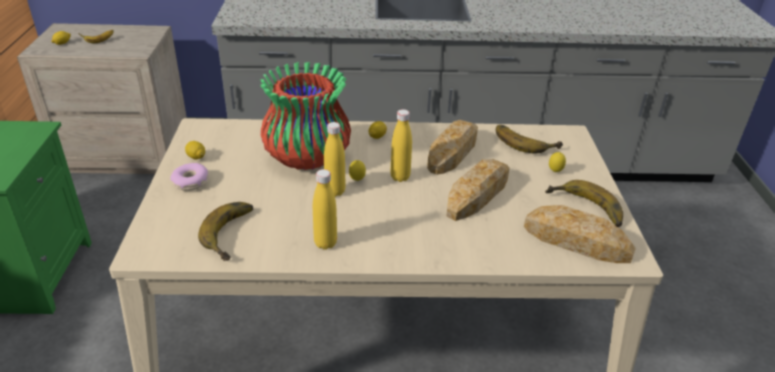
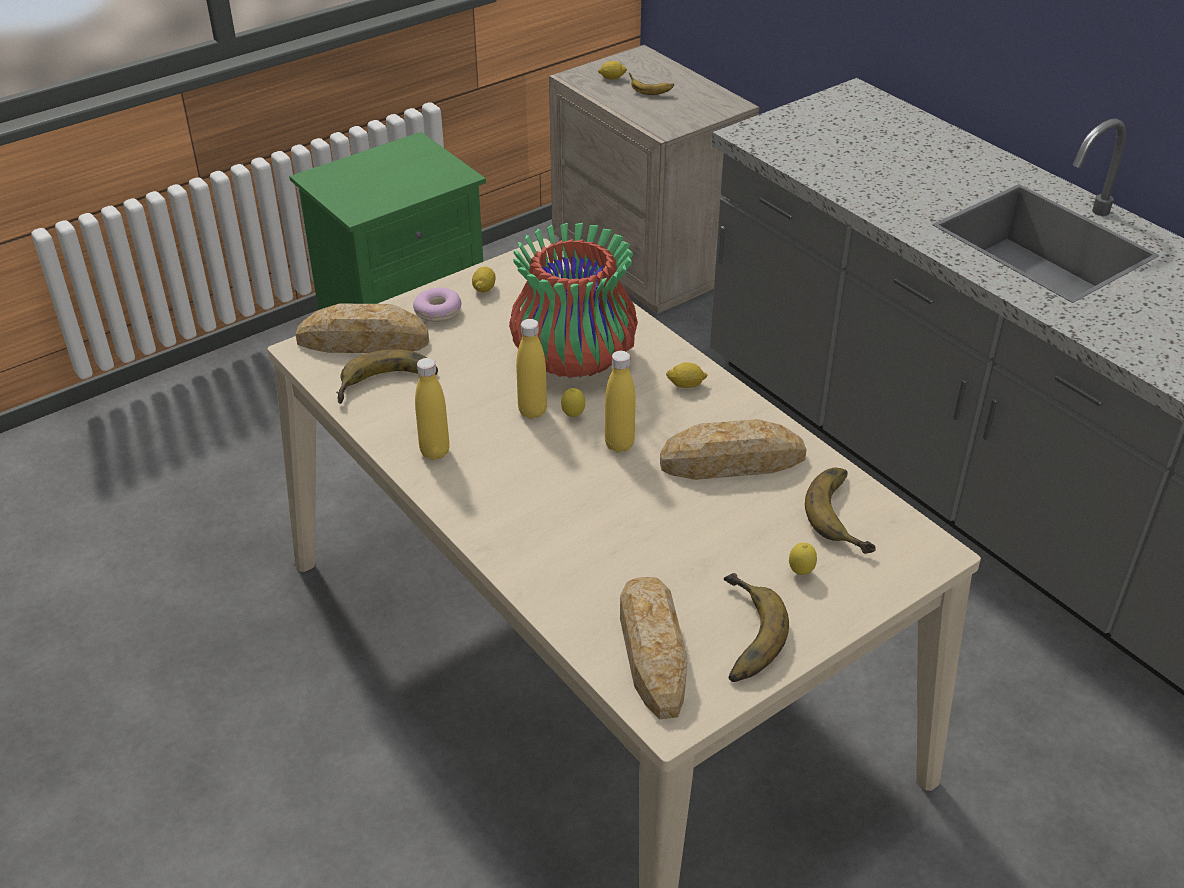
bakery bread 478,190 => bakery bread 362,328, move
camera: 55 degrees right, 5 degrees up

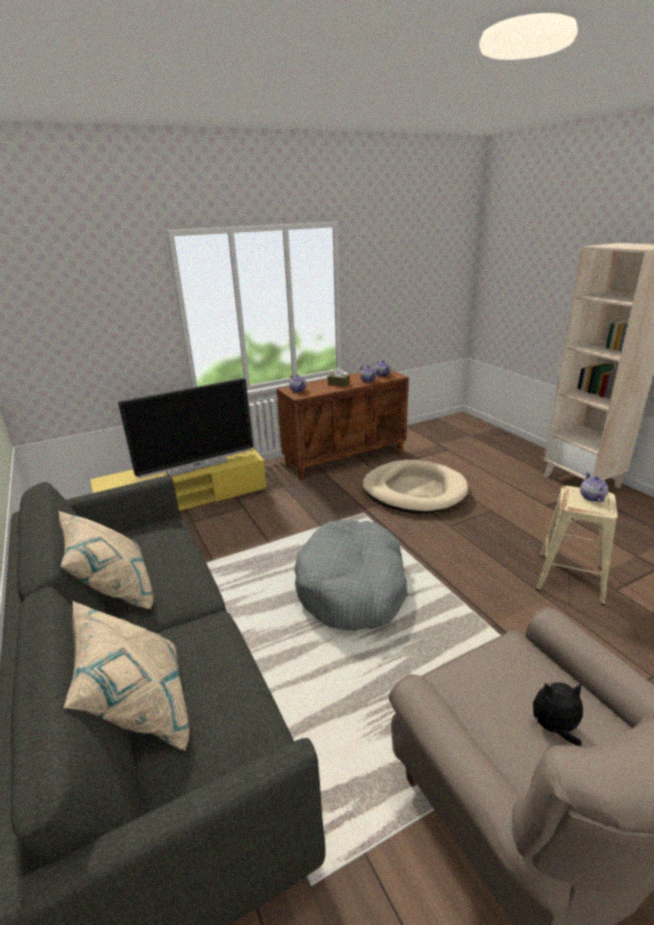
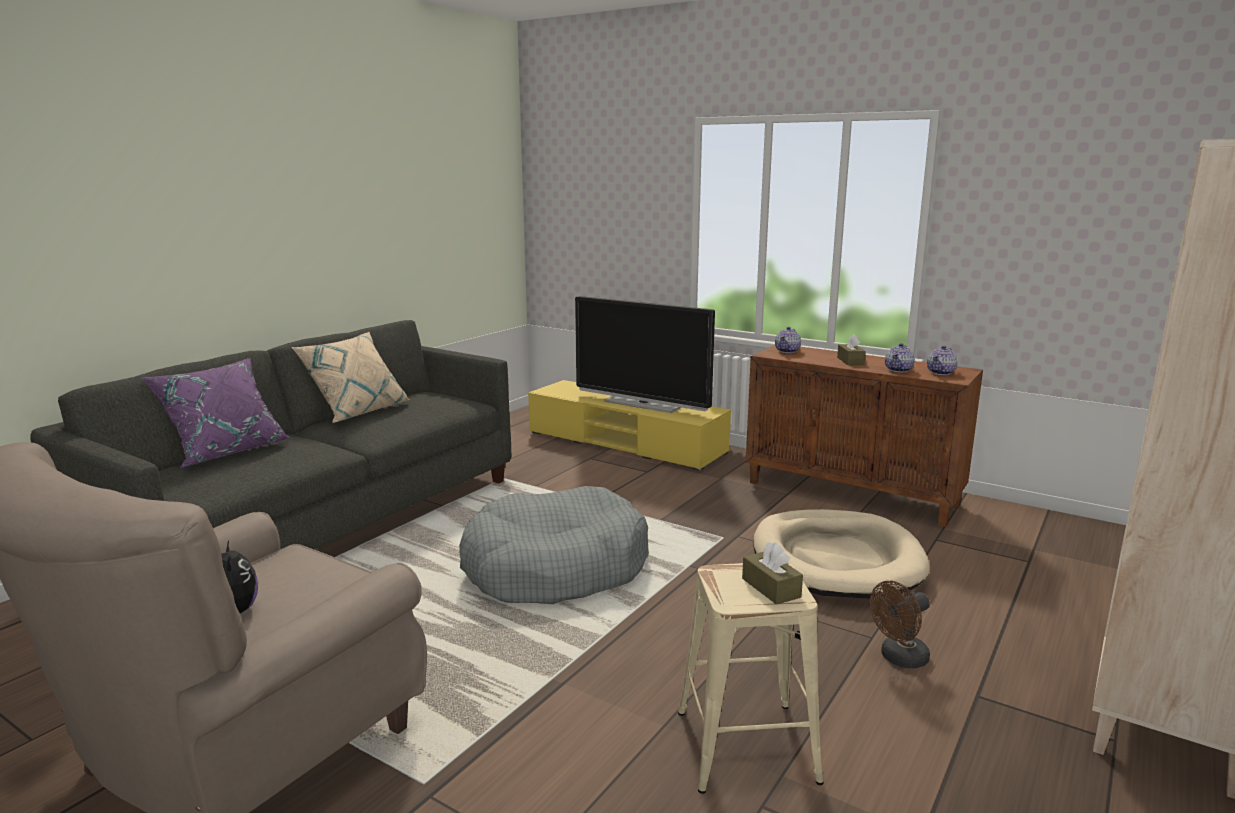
pillow in sand-coloured 127,676 => pillow in purple 216,413
tea pot 594,487 => tissue box in brown-coloured 772,573
nothing => cooling fan in brown-coloured 900,624
camera: 60 degrees right, 10 degrees down

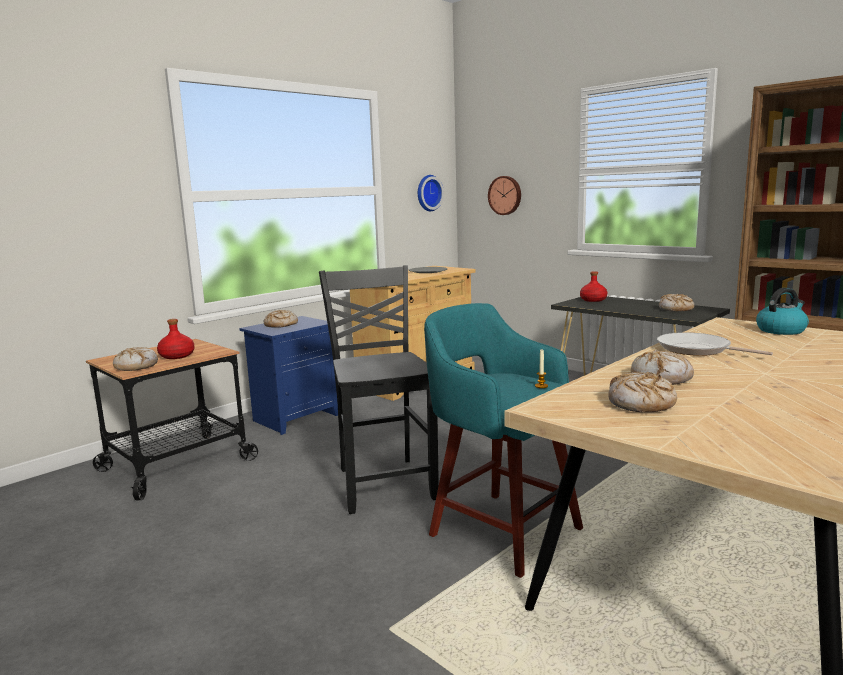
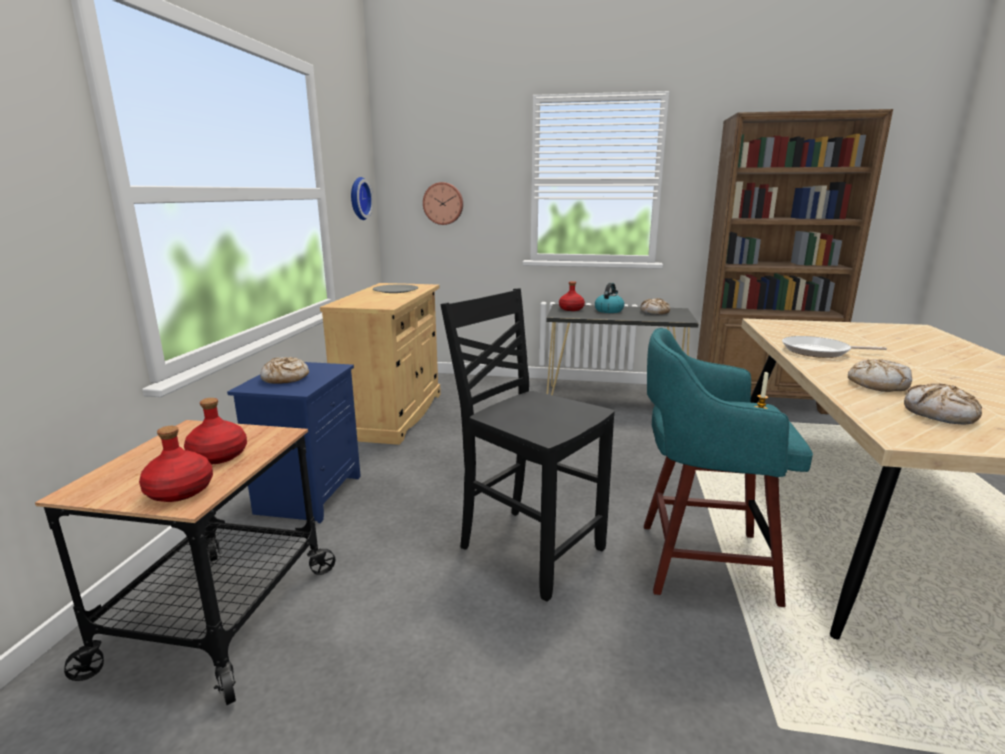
bakery bread 135,359 => beverage bottle in red-coloured 176,464
tea kettle 782,311 => tea kettle 610,298, move
camera: 35 degrees left, 5 degrees up

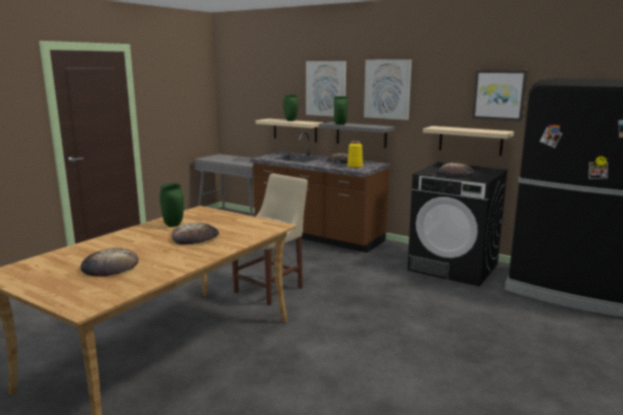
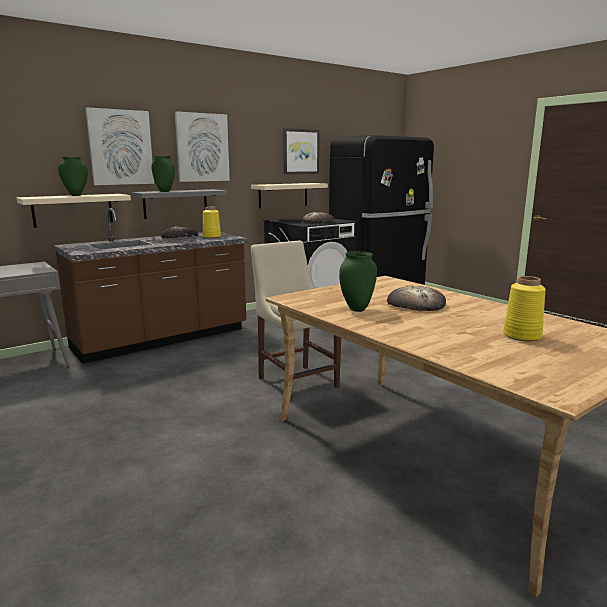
bakery bread 109,262 => decorative vase in yellowish 524,308
camera: 70 degrees left, 0 degrees up

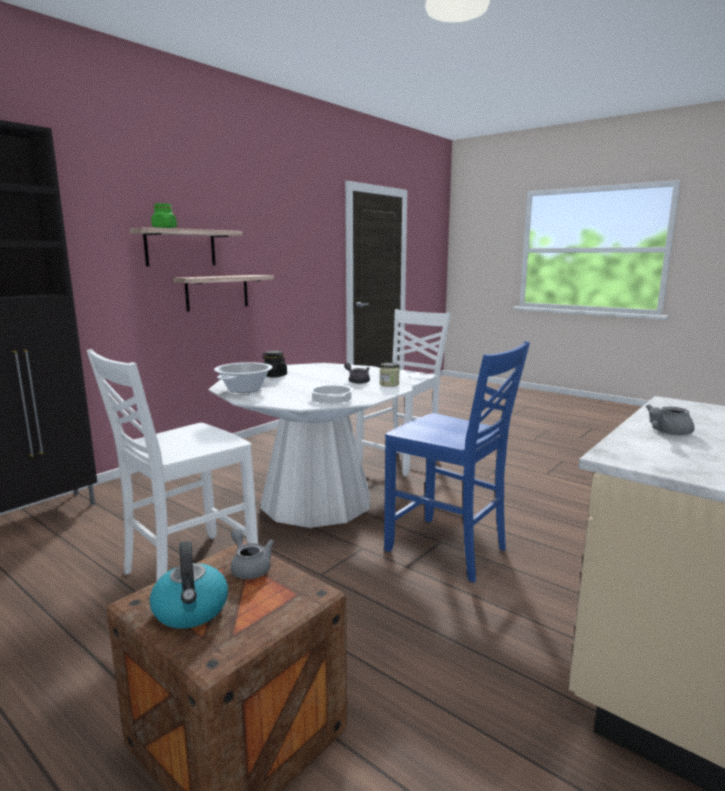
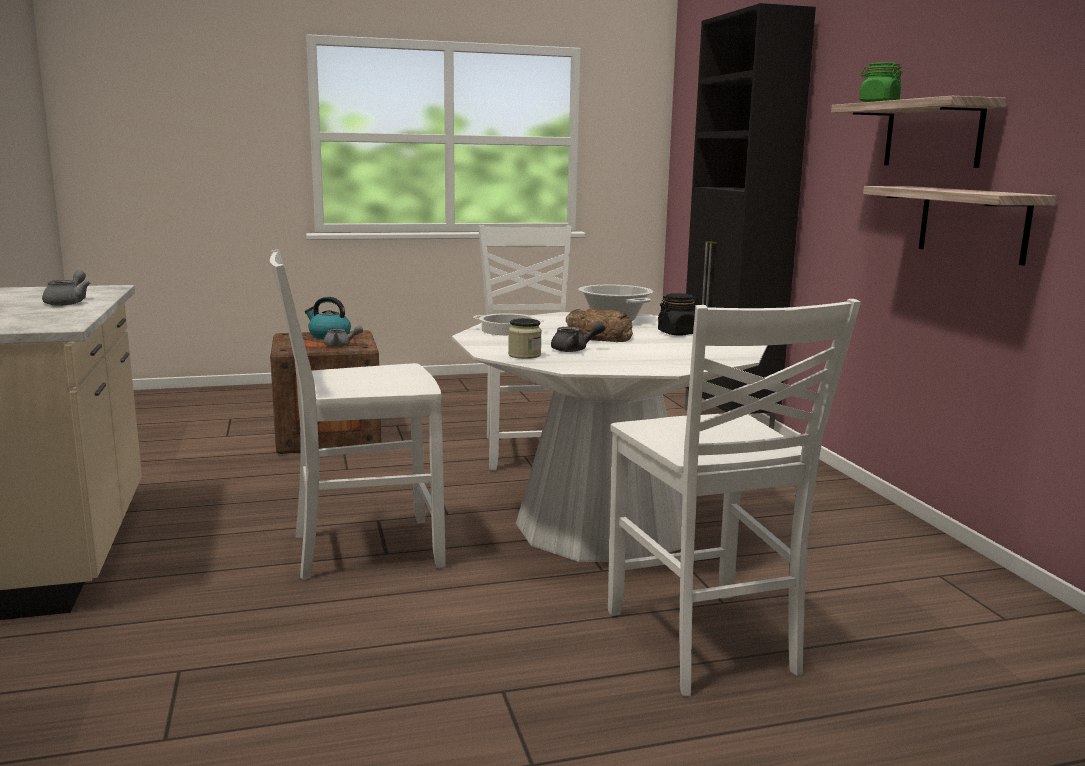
upright chair in bluish 457,461 => upright chair in white 358,414
nothing => bakery bread 599,325
camera: 125 degrees right, 0 degrees up

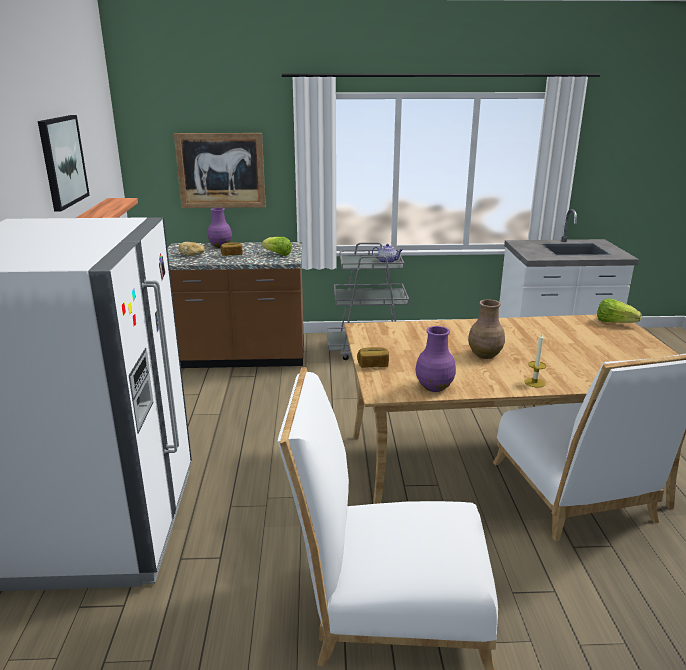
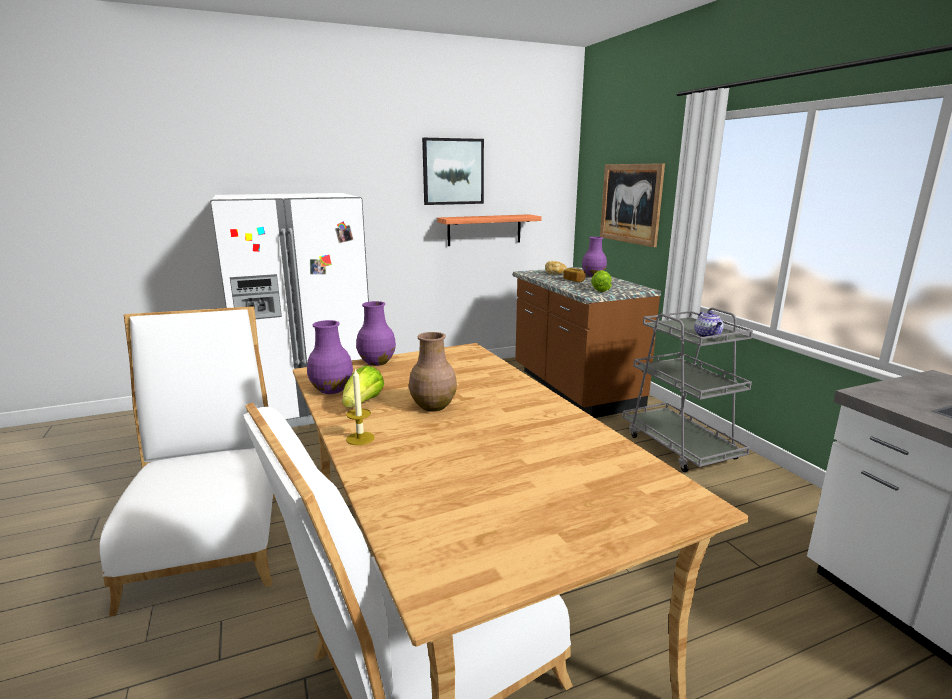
lettuce 619,310 => lettuce 363,387, move
bakery bread 373,357 => decorative vase in purple 376,333
camera: 70 degrees right, 5 degrees down

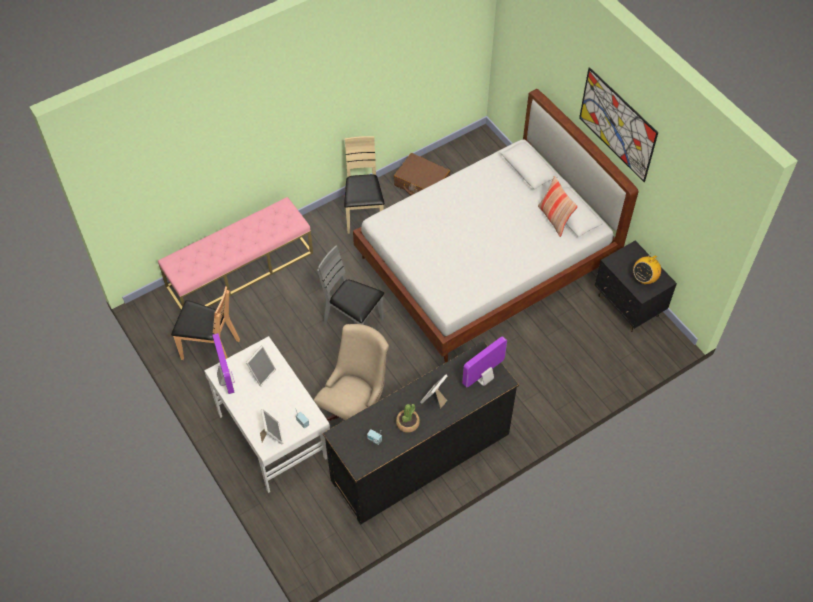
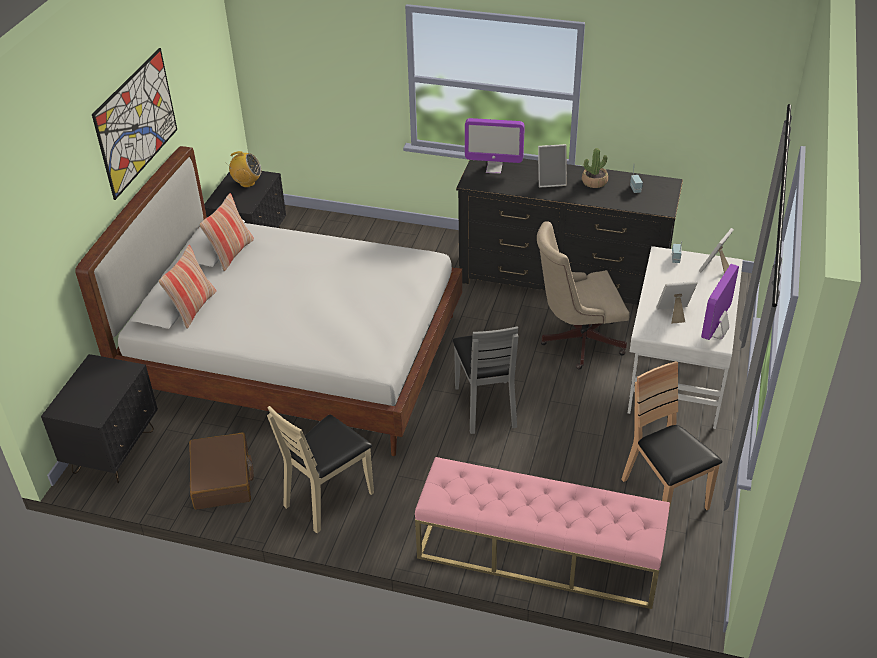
nothing => night table in black-coloured 99,418
nothing => pillow 187,287
camera: 130 degrees left, 15 degrees down

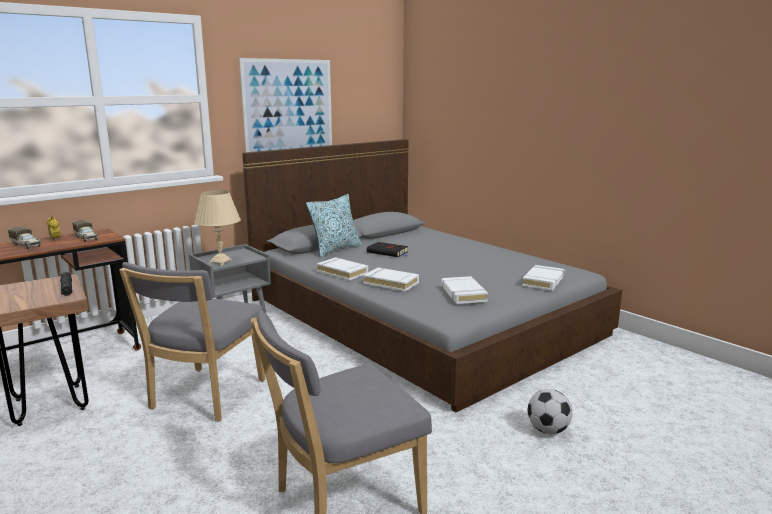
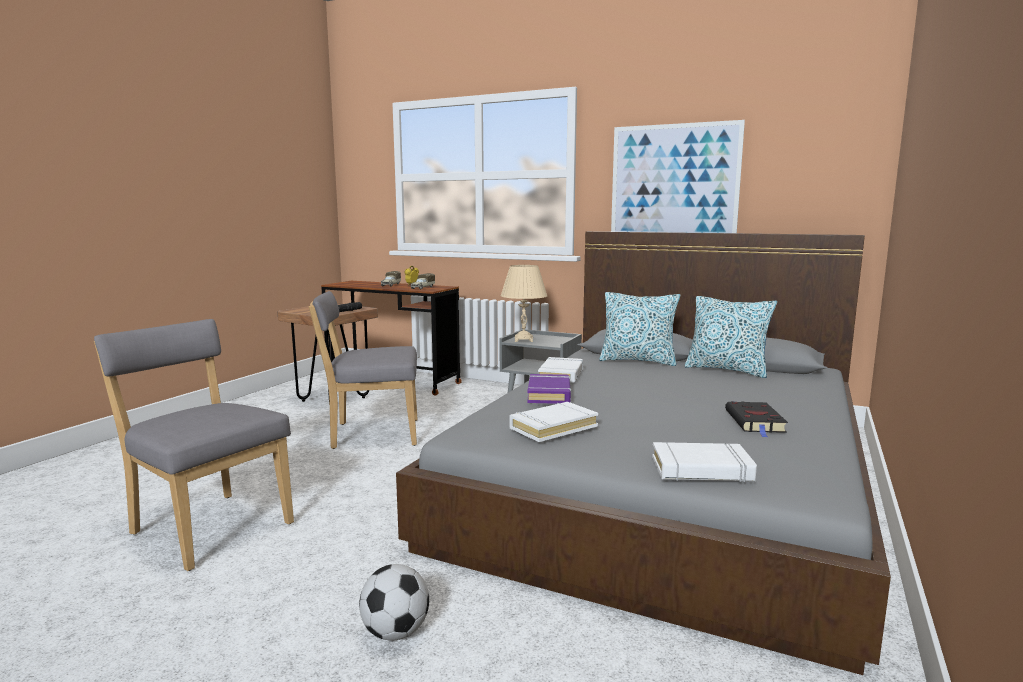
volume in white 391,280 => volume in purple 549,389
nothing => pillow 731,337
volume in black-coloured 387,249 => volume in black-coloured 756,419, move
camera: 65 degrees right, 5 degrees down

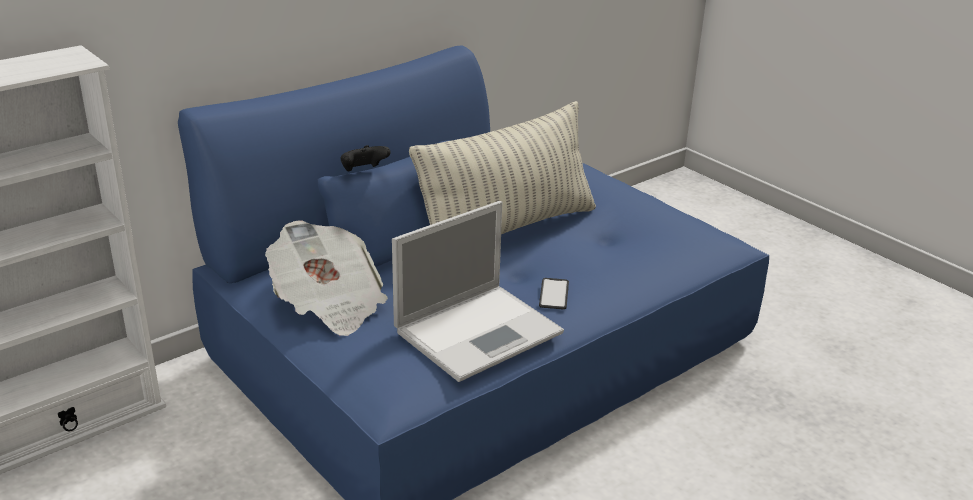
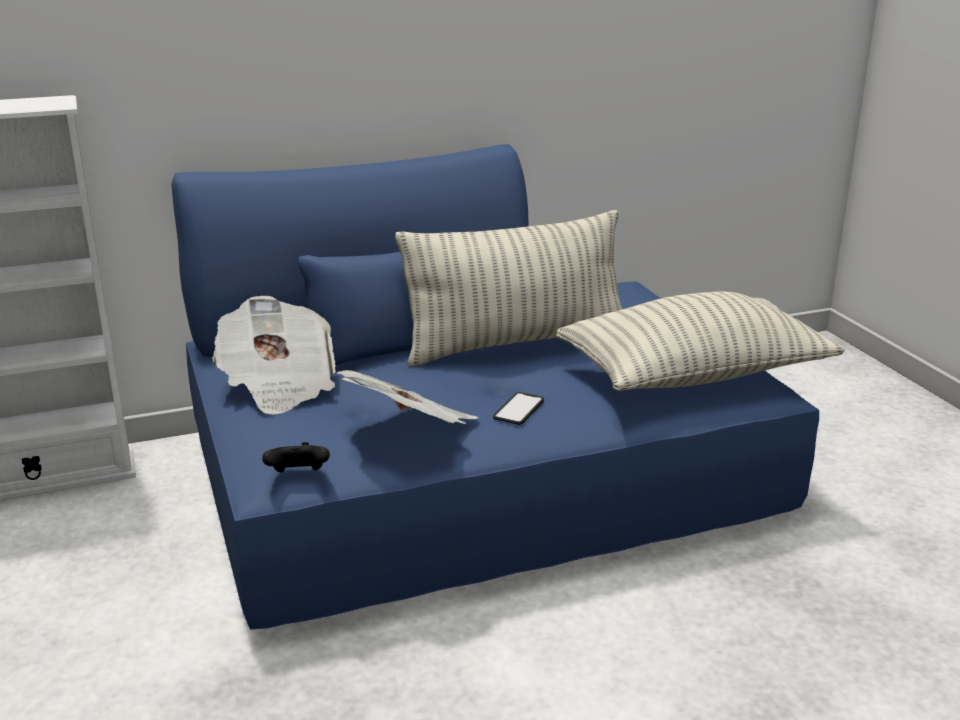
gamepad in black-coloured 365,158 => gamepad in black-coloured 296,457, move
notebook computer 478,291 => newspaper 408,397
nothing => pillow 700,341
camera: 20 degrees right, 5 degrees down

